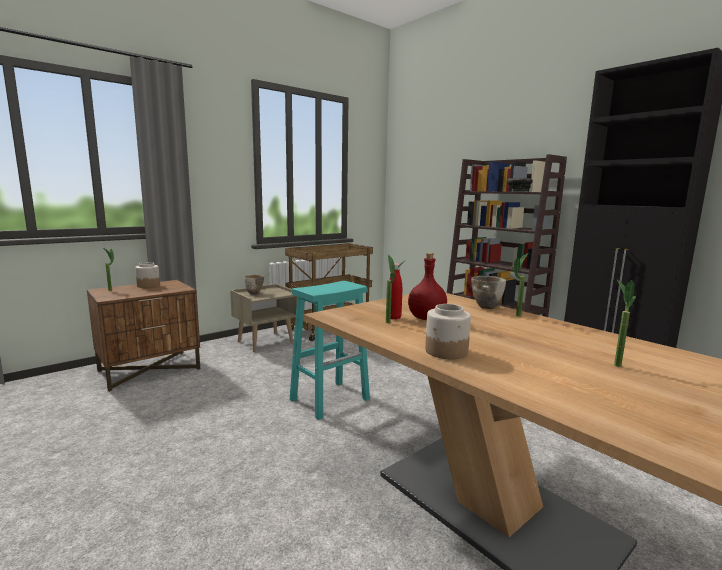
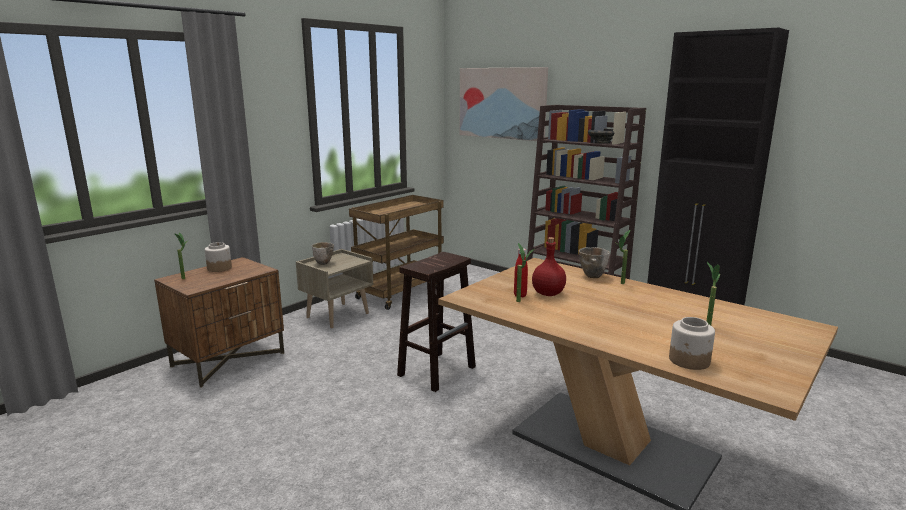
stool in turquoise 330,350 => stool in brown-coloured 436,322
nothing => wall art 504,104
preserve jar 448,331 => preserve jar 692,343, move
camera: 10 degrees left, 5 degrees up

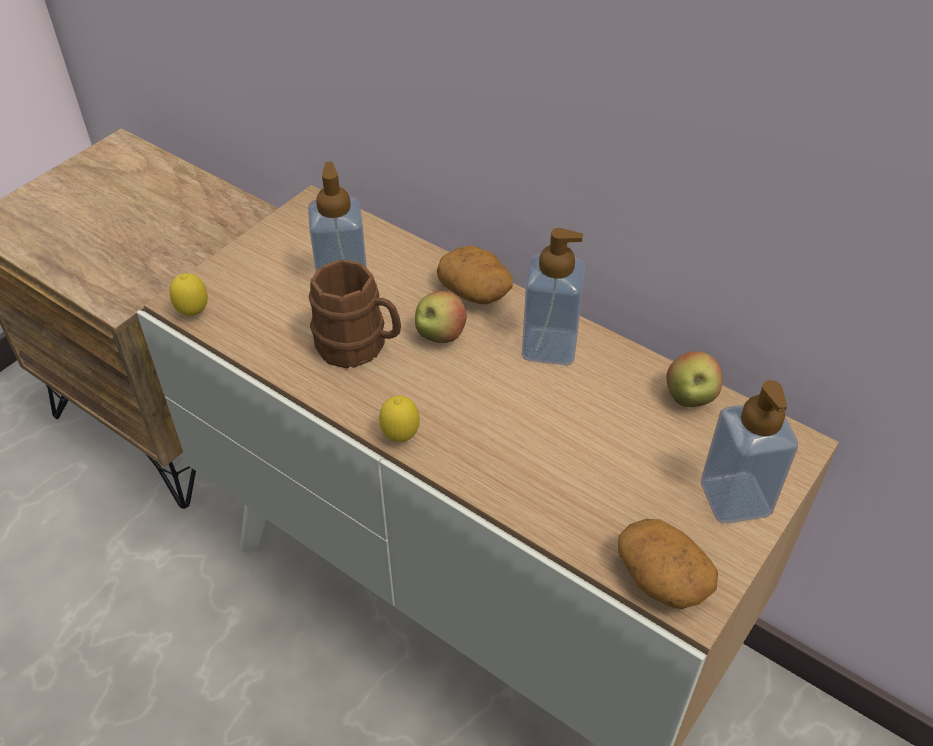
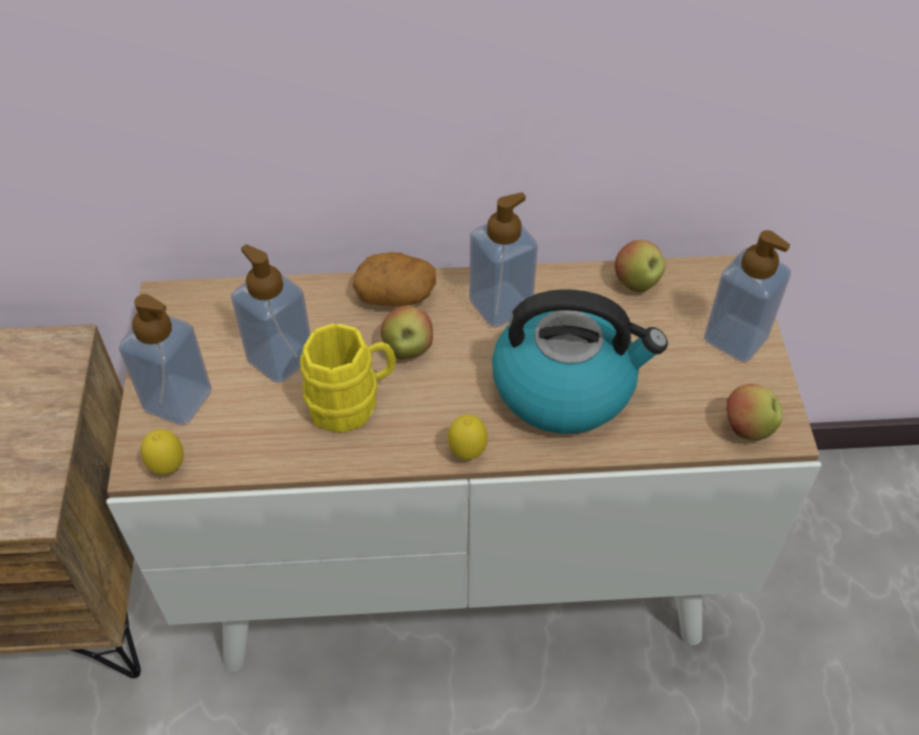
nothing => liquid soap bottle 165,359
coffee mug in brown-coloured 355,313 => coffee mug in yellowish 348,378
nothing => tea kettle 580,361
whole potato 668,564 => whole apple 754,412
camera: 40 degrees left, 5 degrees up

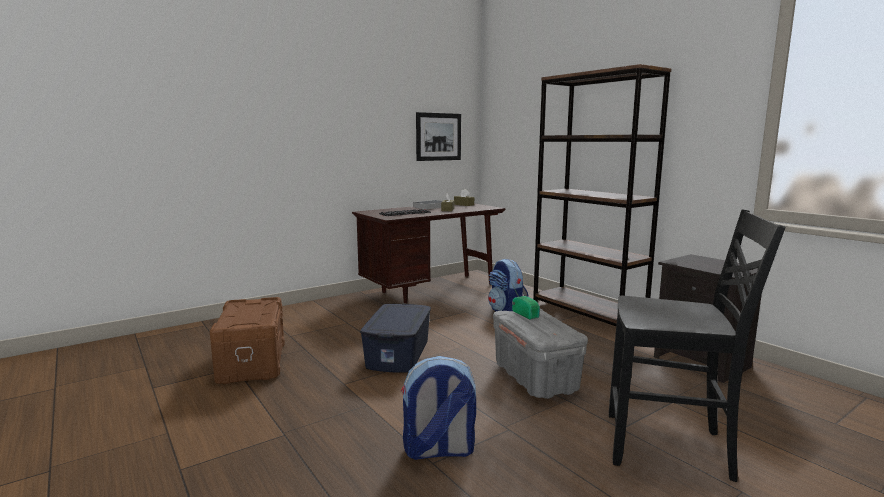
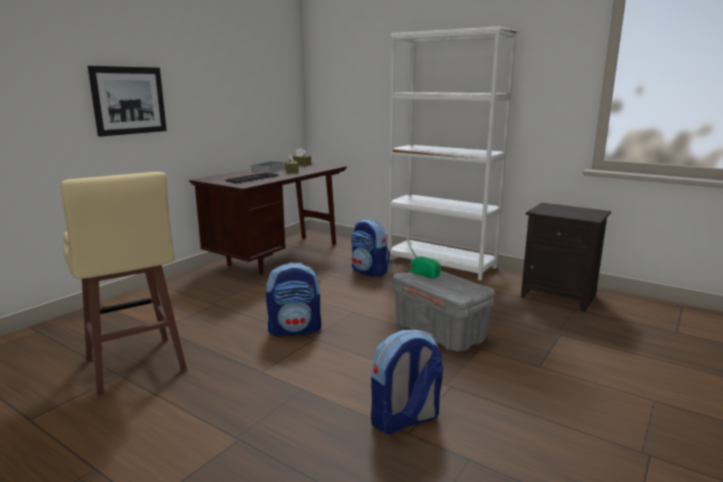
storage container in brown-coloured 247,340 => stool in sand-coloured 124,284
wall art 438,136 => wall art 127,101, move
storage container in bluish 395,338 => rucksack 293,299
bookshelf in brown-coloured 602,195 => bookshelf in white 452,153
upright chair in black-coloured 697,345 => nothing
camera: 20 degrees left, 5 degrees up

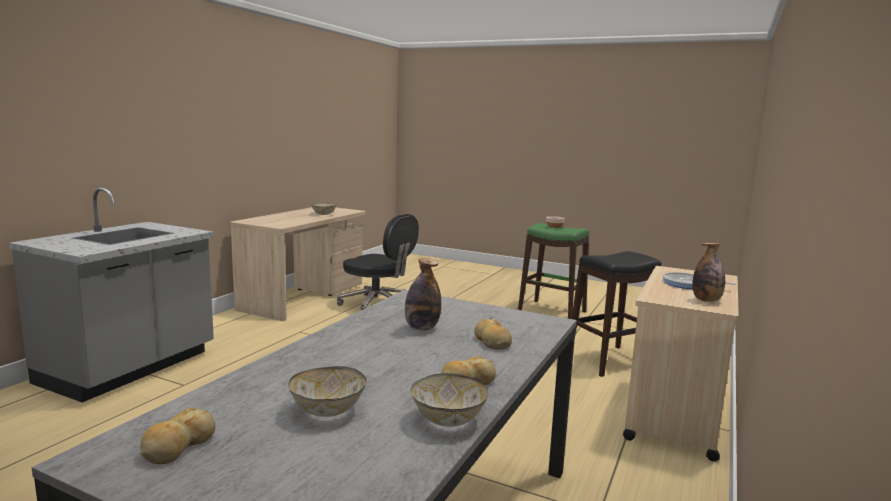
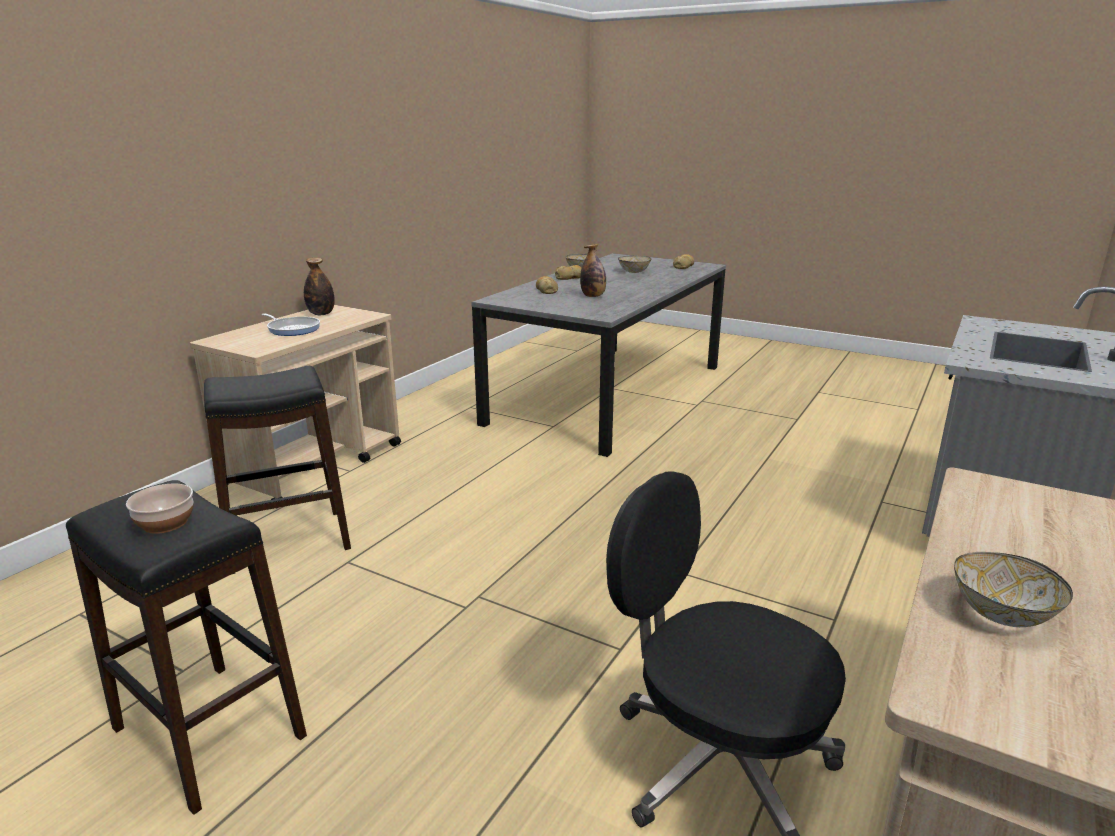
stool in greenish 553,271 => stool in black-coloured 186,647
camera: 175 degrees left, 10 degrees up

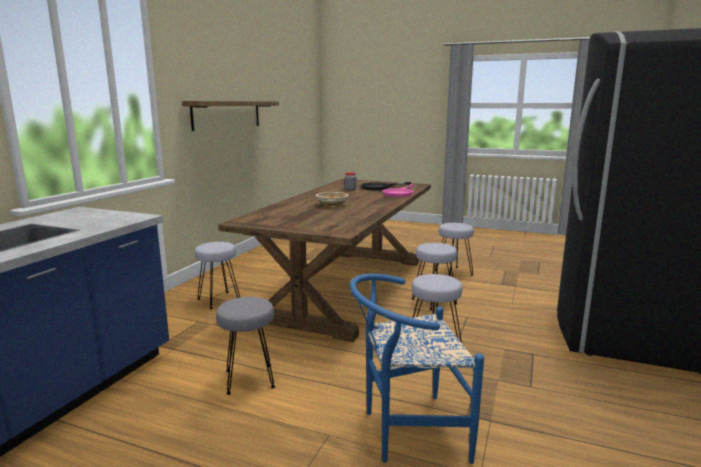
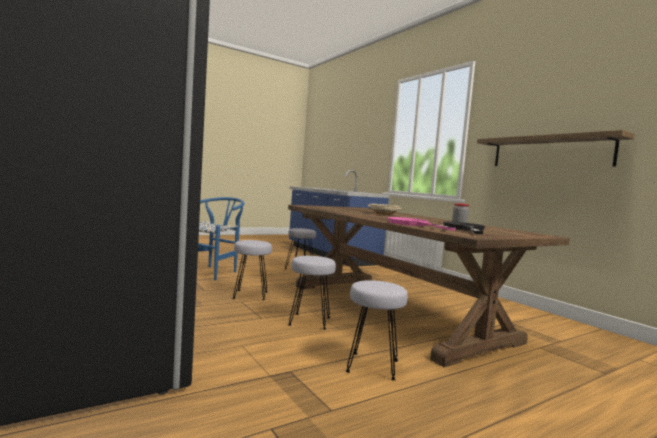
stool in greyish 217,275 => nothing
camera: 125 degrees right, 10 degrees down

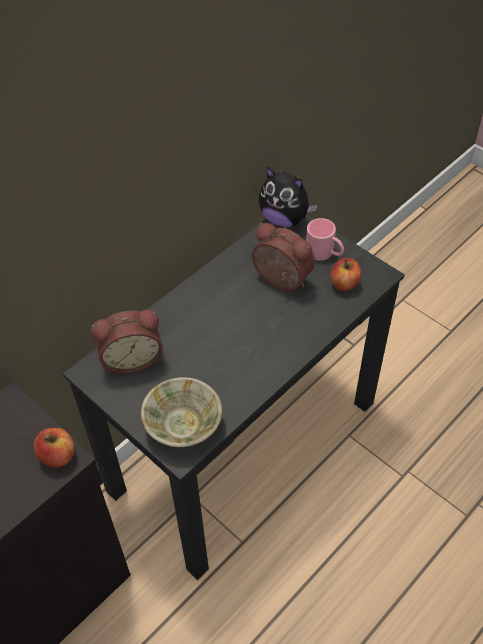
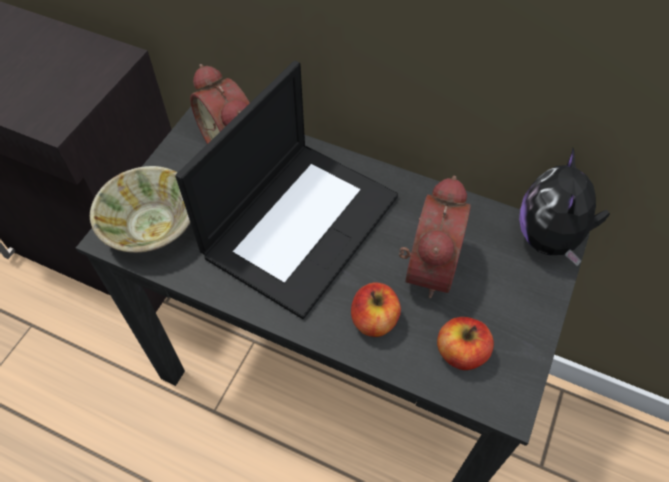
nothing => notebook computer 286,190
whole apple 54,448 => whole apple 376,309, move
coffee mug in pink 325,239 => nothing
camera: 70 degrees right, 5 degrees up

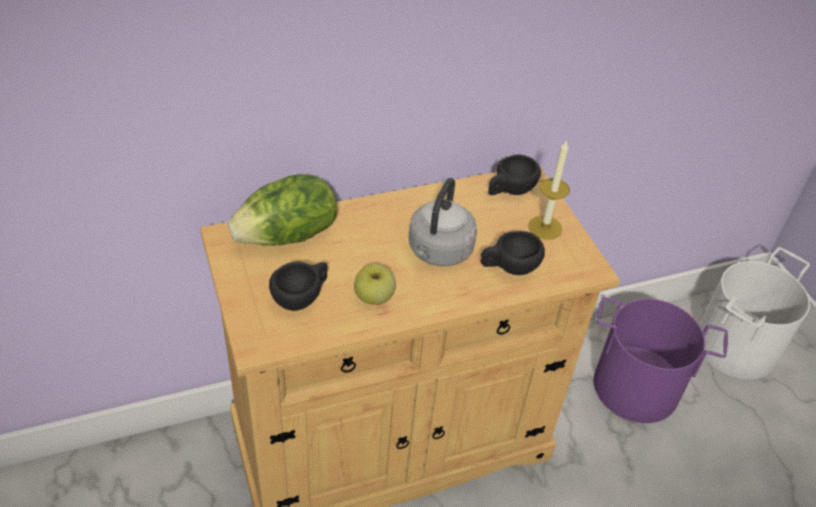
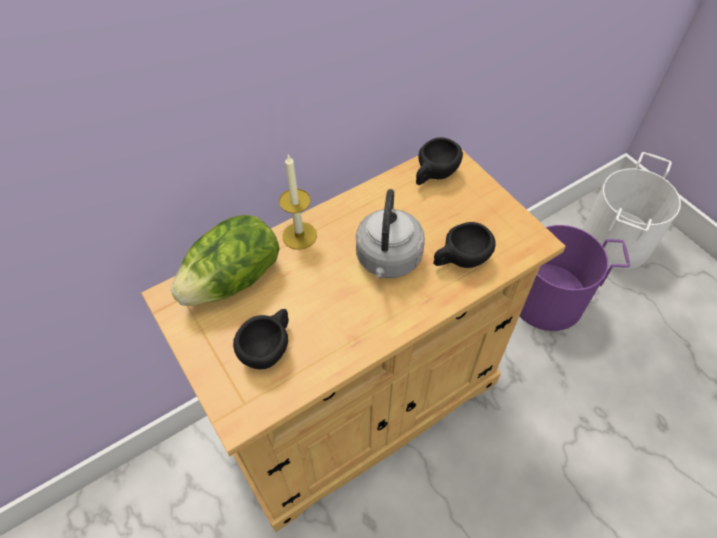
wax candle 549,189 => wax candle 298,202, move
whole apple 375,284 => nothing
camera: 10 degrees left, 10 degrees up

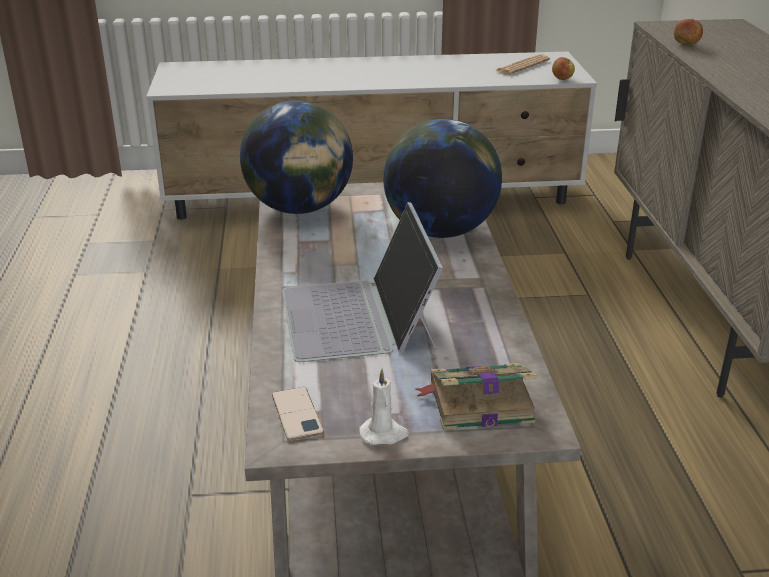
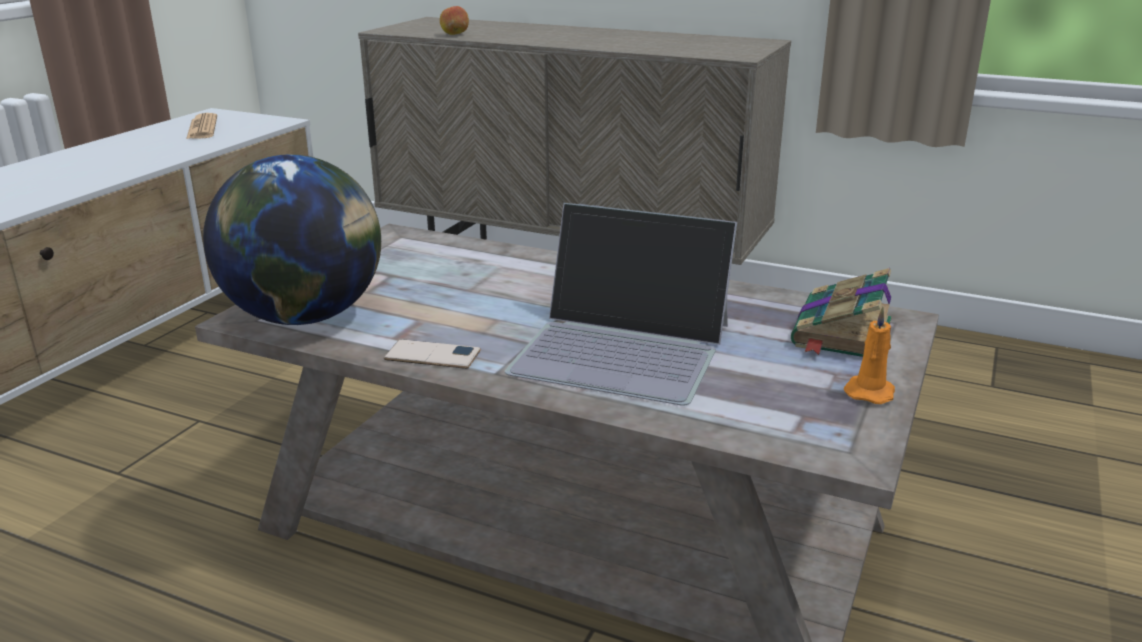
phone 298,414 => phone 432,354, move
wax candle in white 384,407 => wax candle in orange-coloured 869,355
desk globe 442,178 => nothing
whole apple 563,68 => nothing
camera: 60 degrees left, 5 degrees down

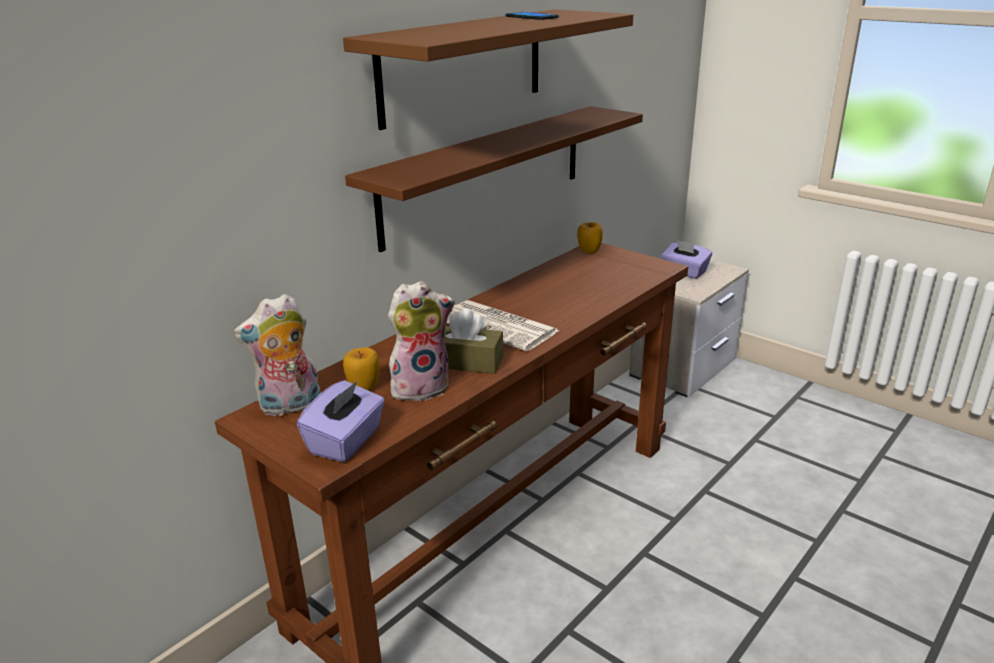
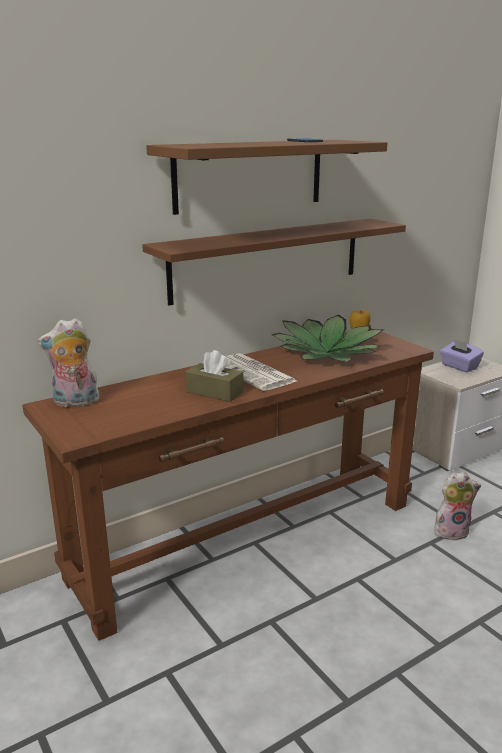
nothing => houseplant 327,338
soft toy 421,341 => soft toy 457,506, move
tissue box in purple 341,421 => nothing
whole apple 361,369 => nothing
camera: 15 degrees right, 5 degrees down

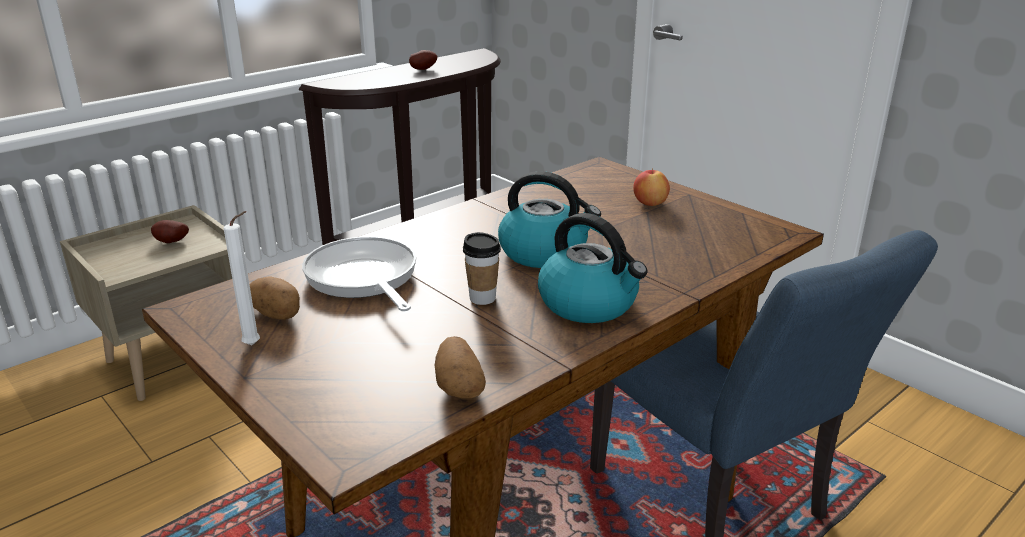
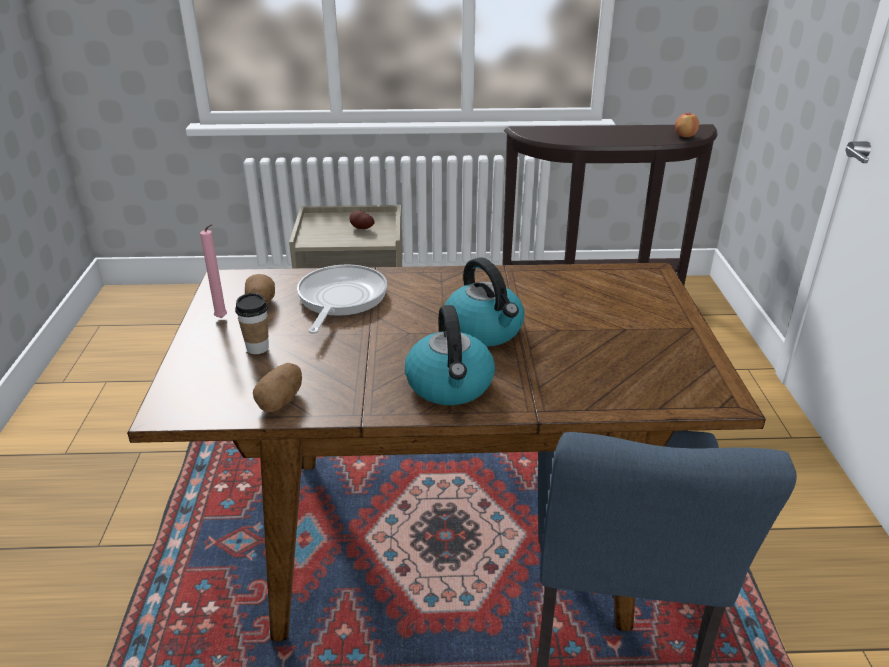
wax candle in white 242,278 => wax candle in pink 213,271
drinking cup 482,268 => drinking cup 252,323, move
whole apple 651,187 => whole apple 687,124, move
whole potato 423,60 => nothing
camera: 40 degrees right, 5 degrees up

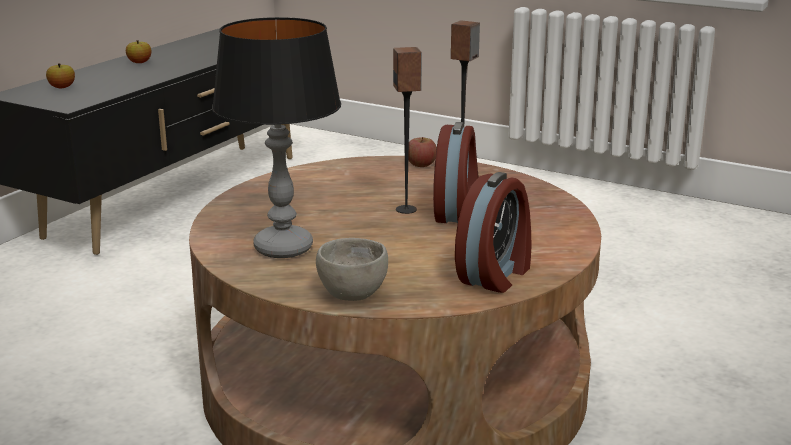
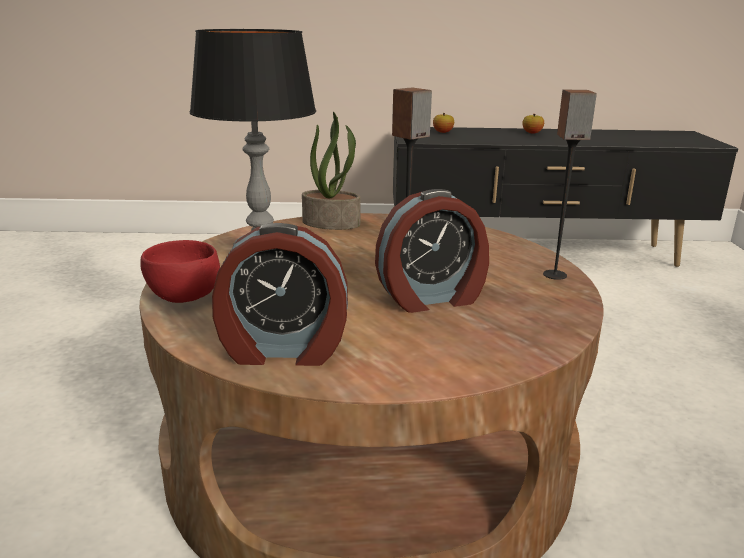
deep dish in greyish 352,269 => deep dish in red-coloured 180,271
nothing => houseplant 331,171
whole apple 422,152 => nothing
camera: 60 degrees right, 0 degrees up

